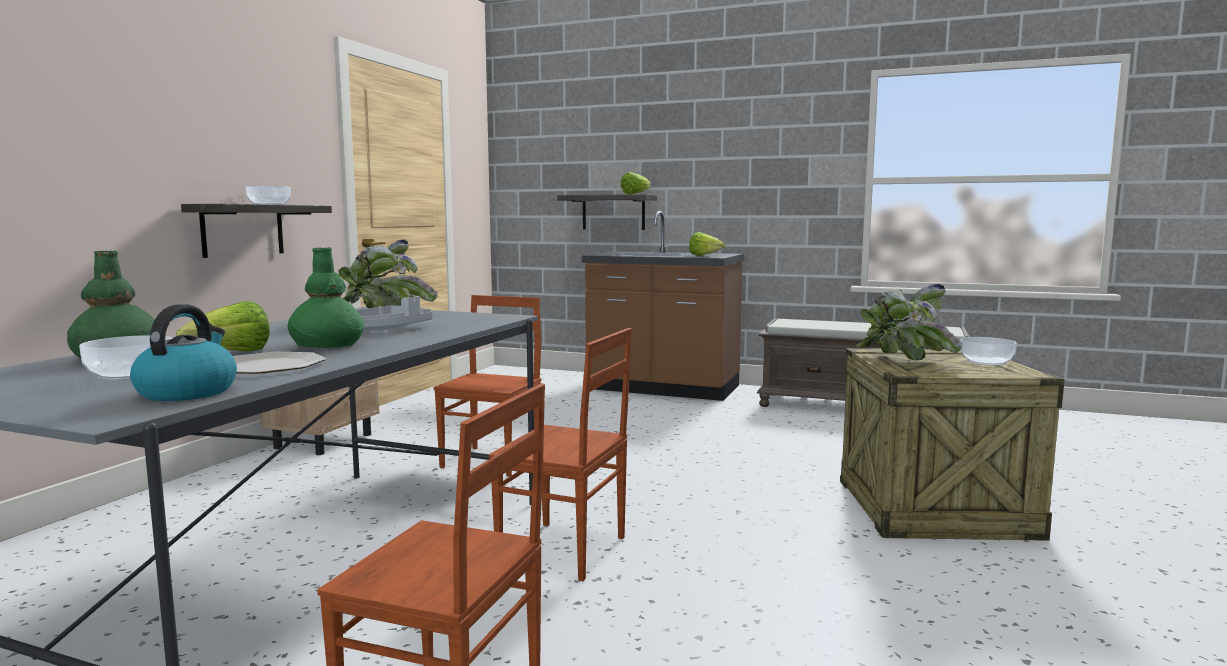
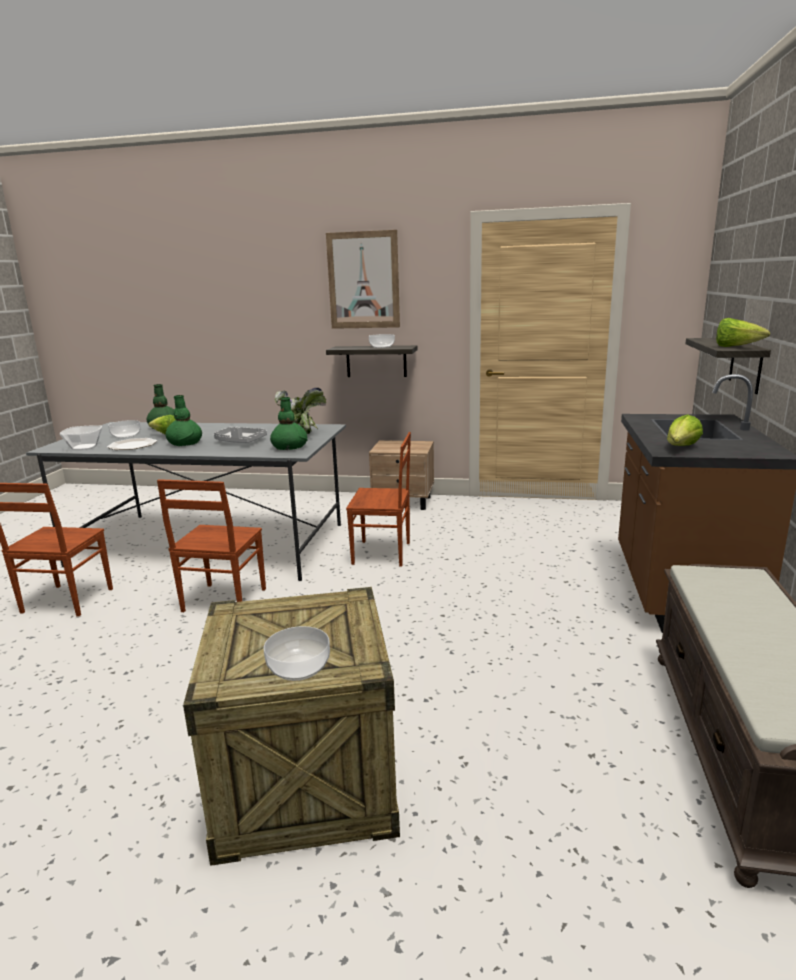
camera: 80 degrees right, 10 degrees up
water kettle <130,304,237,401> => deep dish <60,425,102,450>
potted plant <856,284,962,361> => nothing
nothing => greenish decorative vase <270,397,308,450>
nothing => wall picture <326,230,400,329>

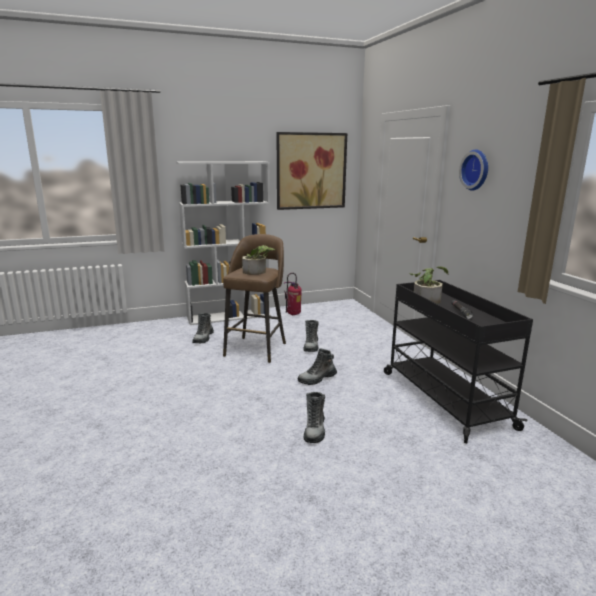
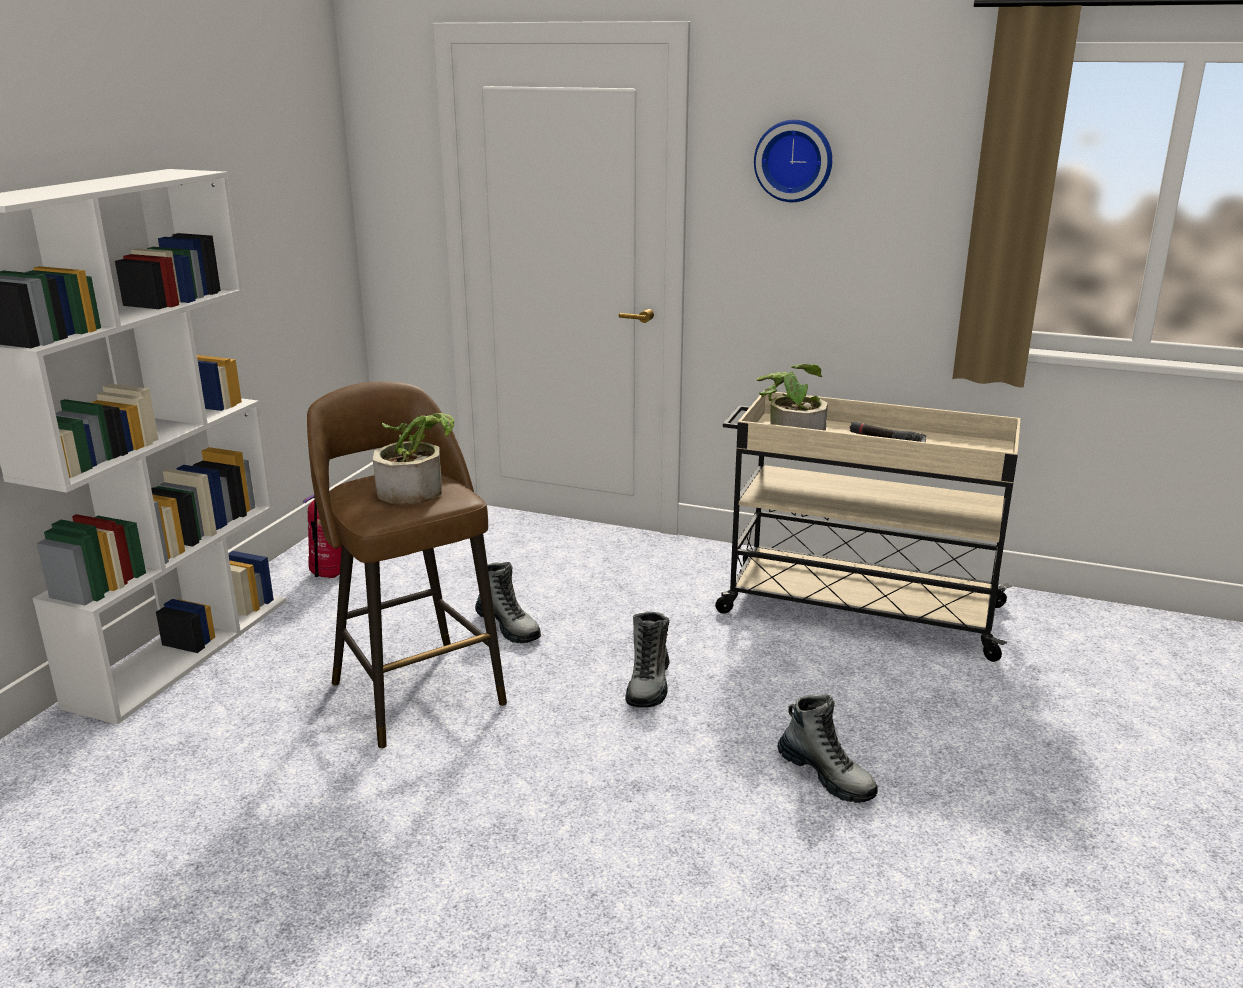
camera: 50 degrees left, 5 degrees up
high-top boot <192,313,214,343> => nothing
wall picture <277,132,347,210> => nothing
black-coloured trolley <384,280,533,443> => beige-coloured trolley <715,391,1021,662>

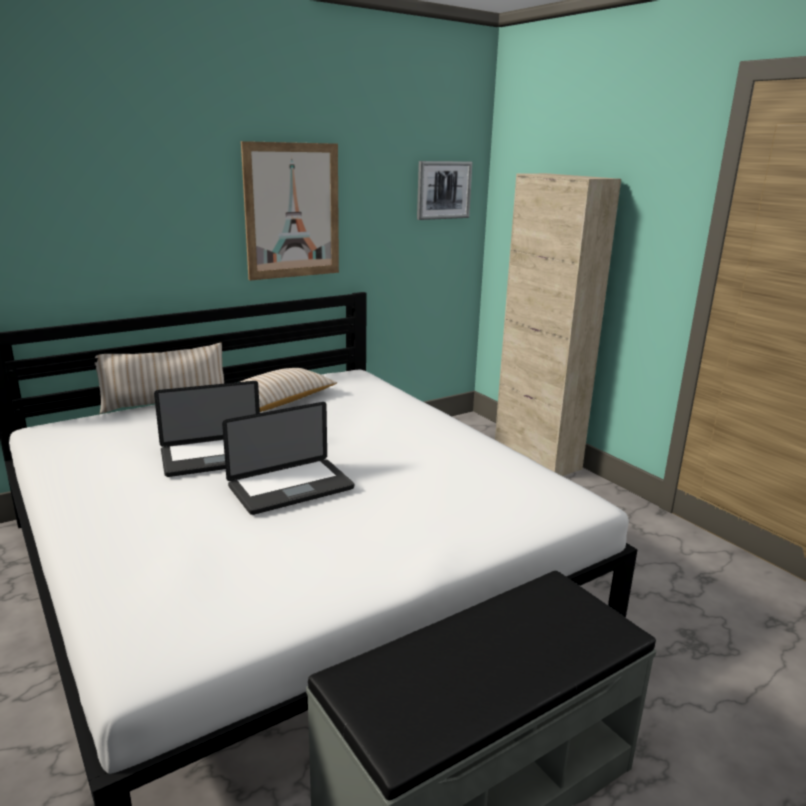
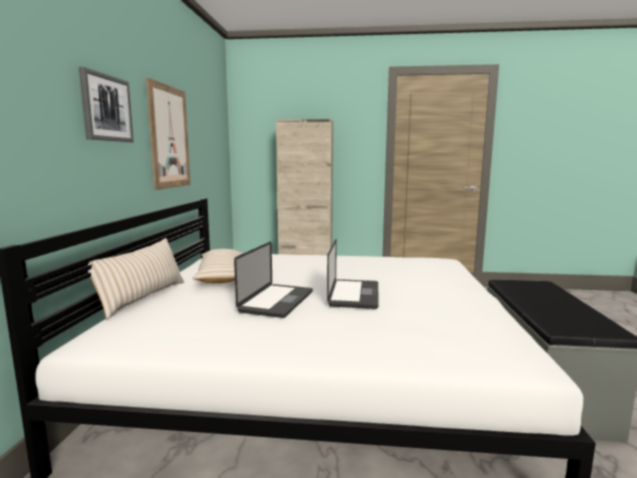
camera: 50 degrees left, 10 degrees down
wall picture <417,161,473,220> => wall picture <79,67,134,142>, relocated

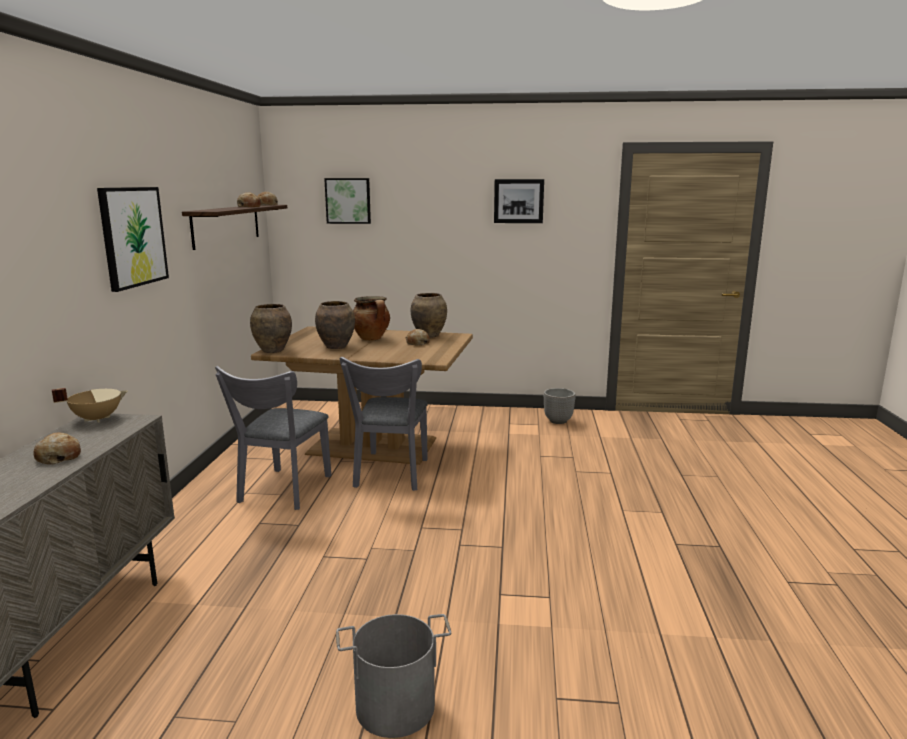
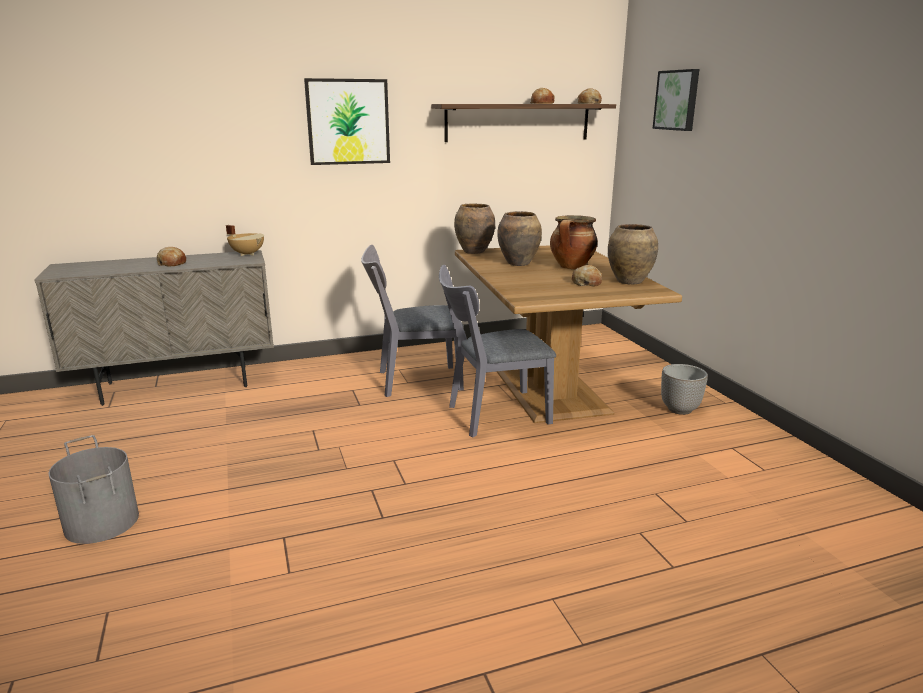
camera: 65 degrees right, 5 degrees up
wall picture <494,179,544,223> => nothing
flower pot <544,388,576,424> => flower pot <661,364,708,415>, relocated

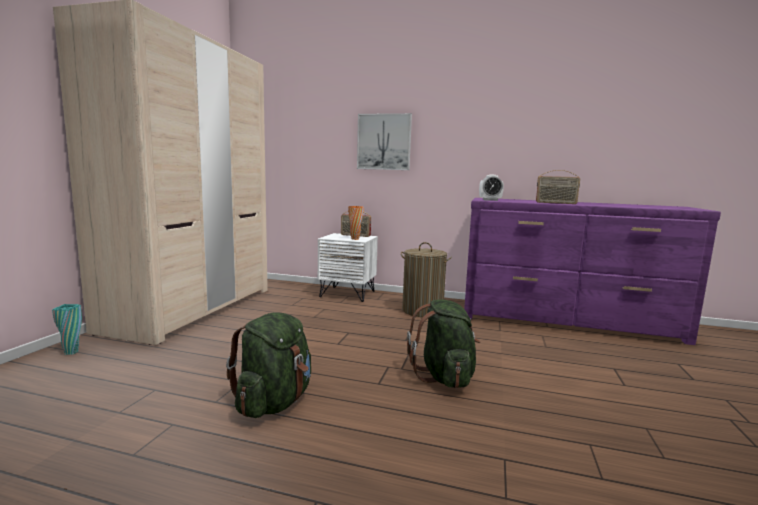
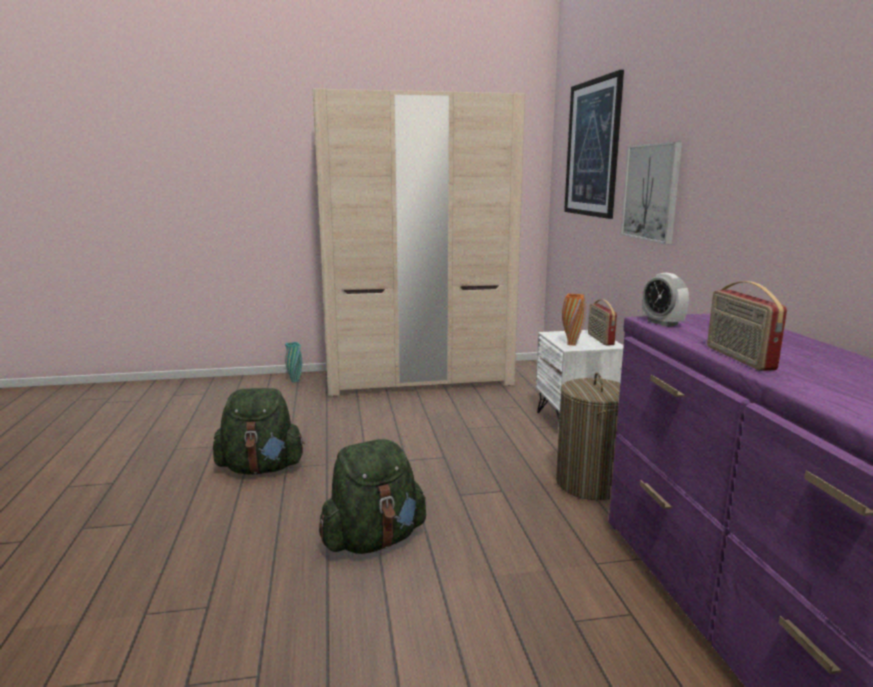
camera: 65 degrees right, 5 degrees up
nothing => wall picture <564,70,624,219>

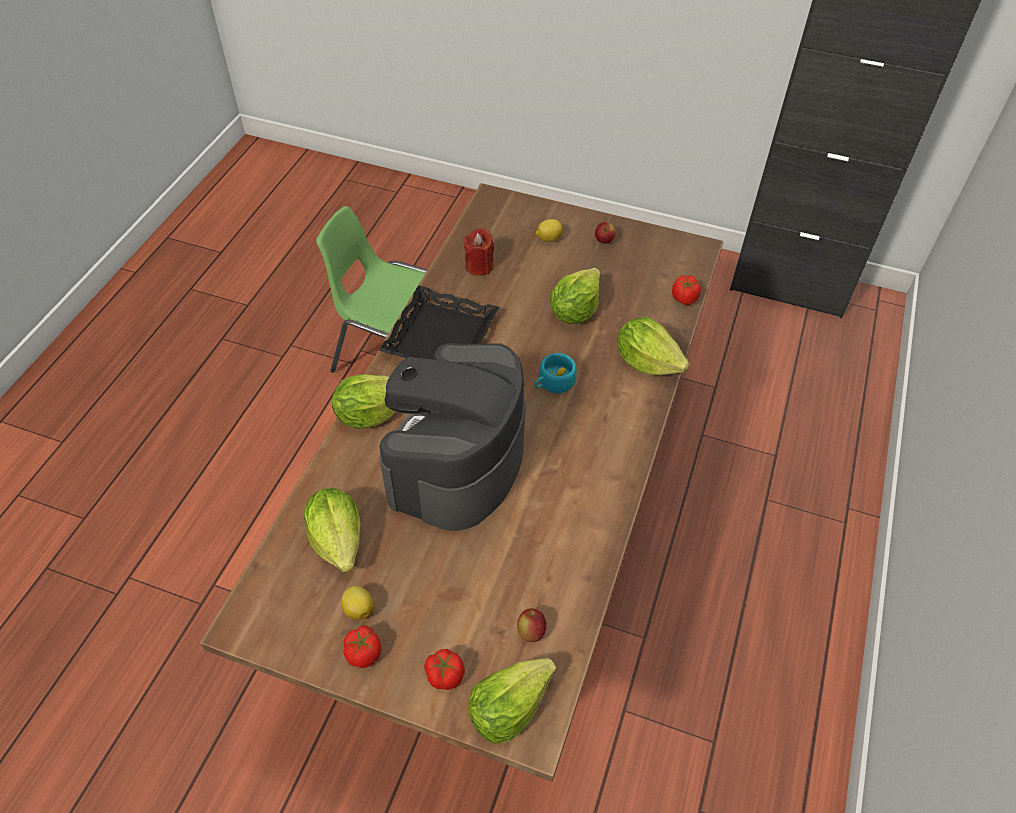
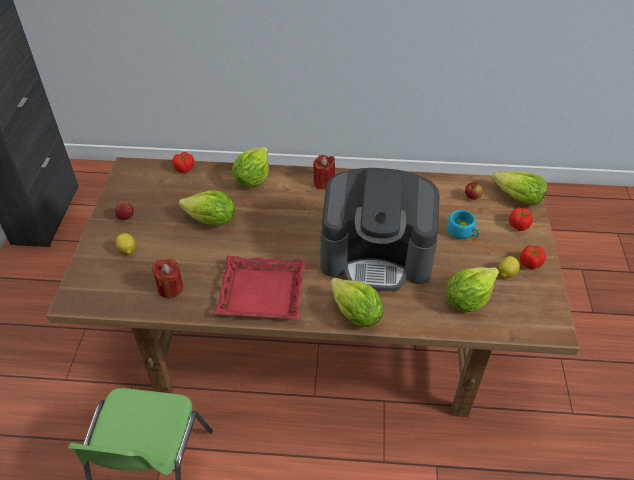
camera: 105 degrees left, 5 degrees down
black-coloured serving tray <379,285,499,359> => red-coloured serving tray <214,256,306,319>
blue-green drinking cup <534,353,576,393> => blue-green drinking cup <446,210,480,239>, relocated
nothing => red-coloured candle <313,155,335,189>

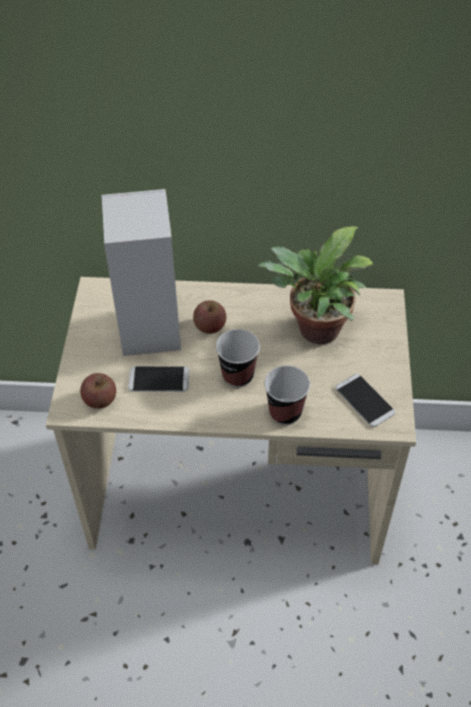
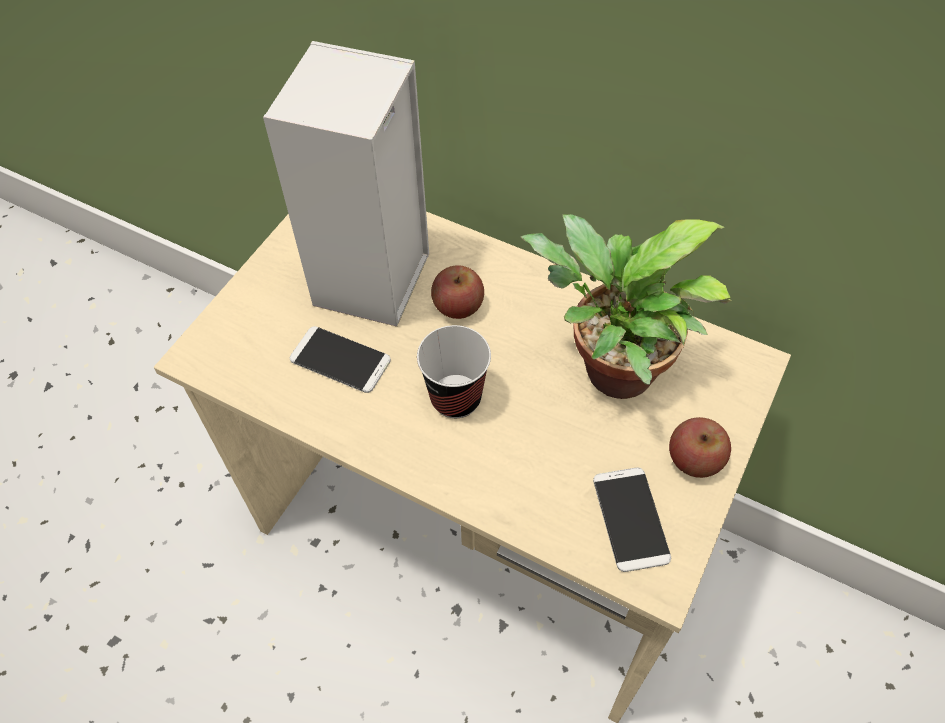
camera: 25 degrees right, 5 degrees up
apple <80,373,116,409> => apple <669,417,731,478>, relocated
drinking cup <264,366,310,425> => nothing

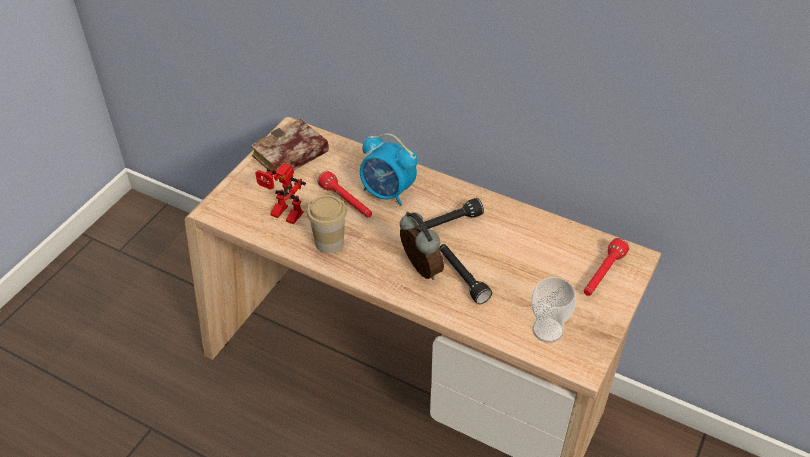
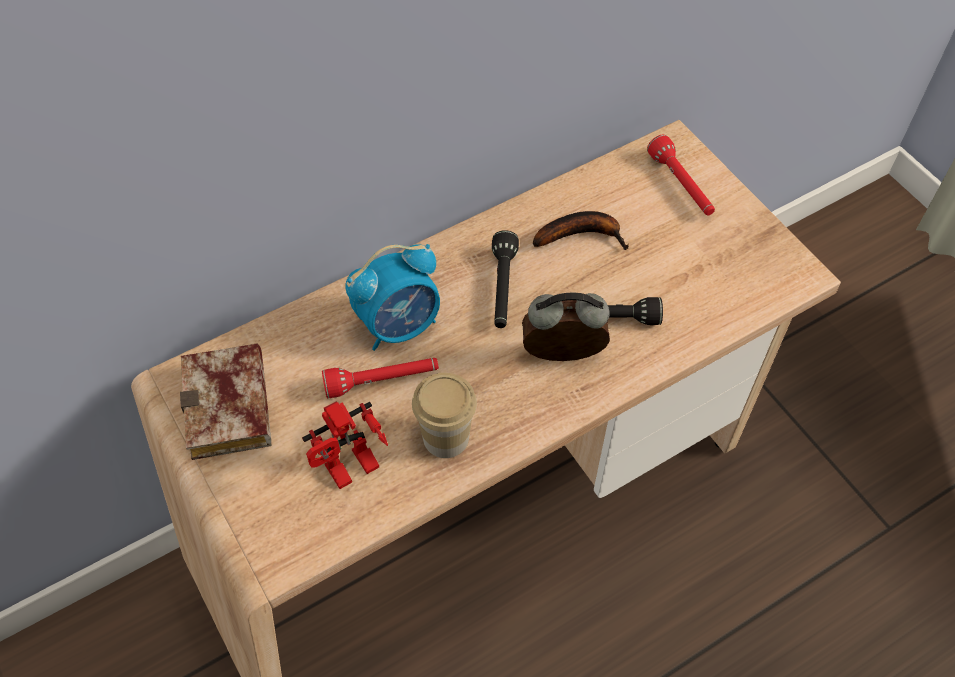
camera: 60 degrees left, 10 degrees up
drinking cup <531,277,576,343> => nothing
nothing => whole banana <533,211,629,250>

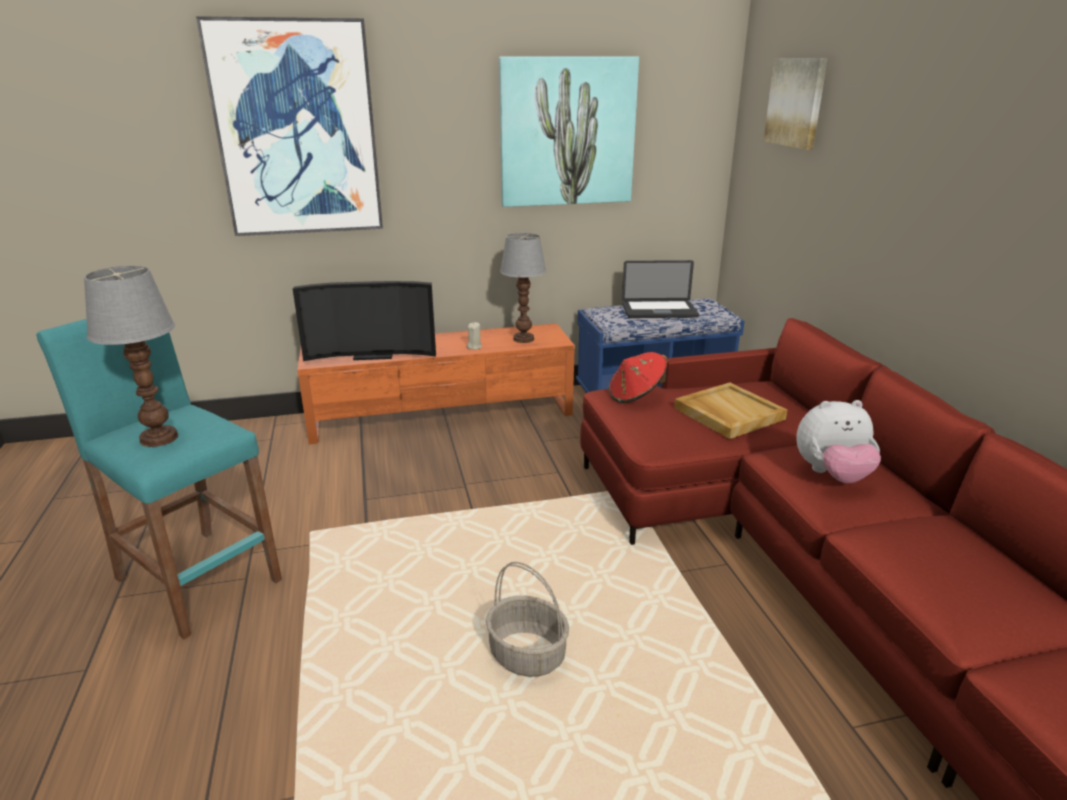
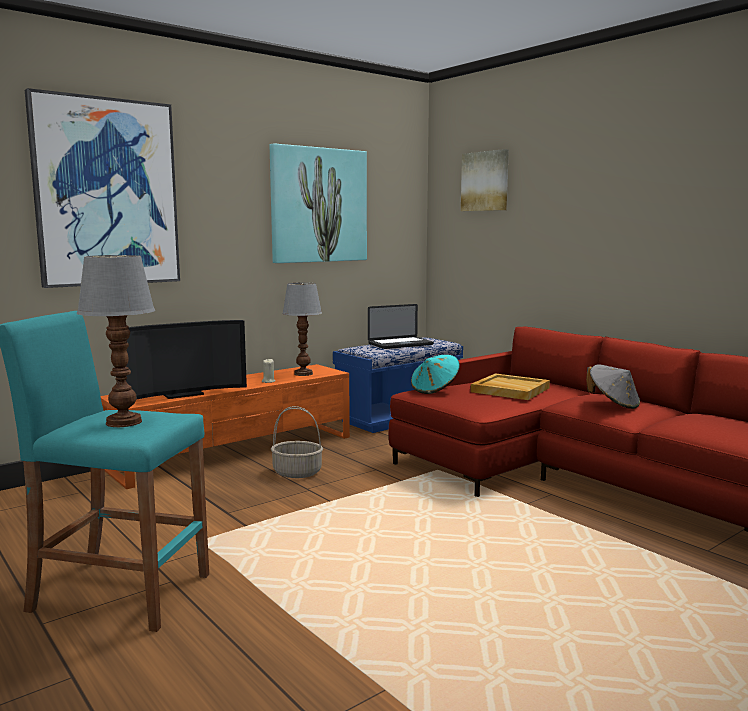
camera: 25 degrees left, 15 degrees down
basket <486,562,569,677> => basket <271,406,323,478>, relocated
red-coloured clothing hat <609,352,667,403> => blue-green clothing hat <411,355,460,394>
cuddly toy <796,400,881,483> => gray clothing hat <586,364,640,409>

